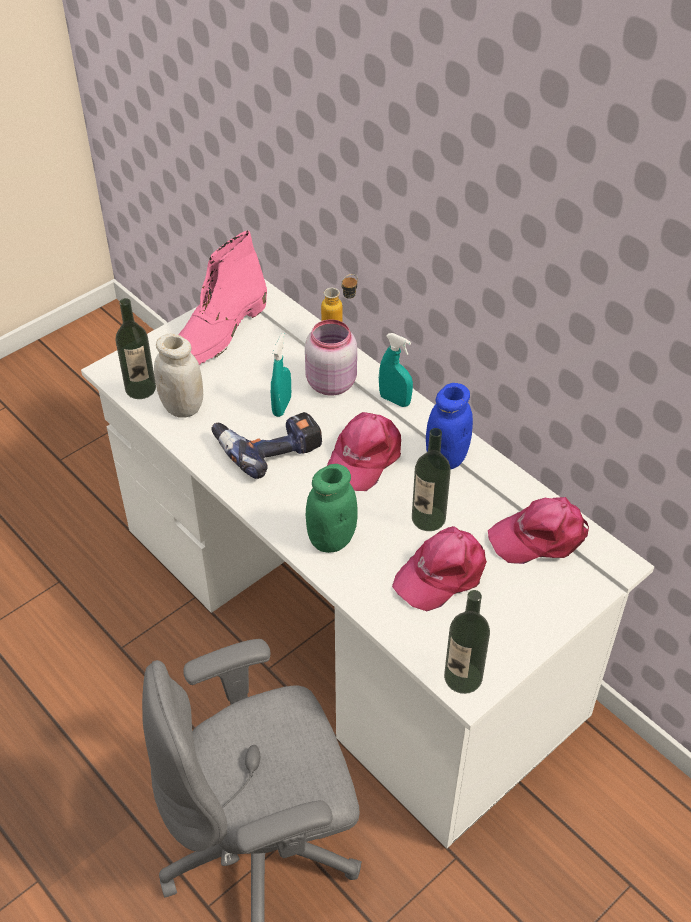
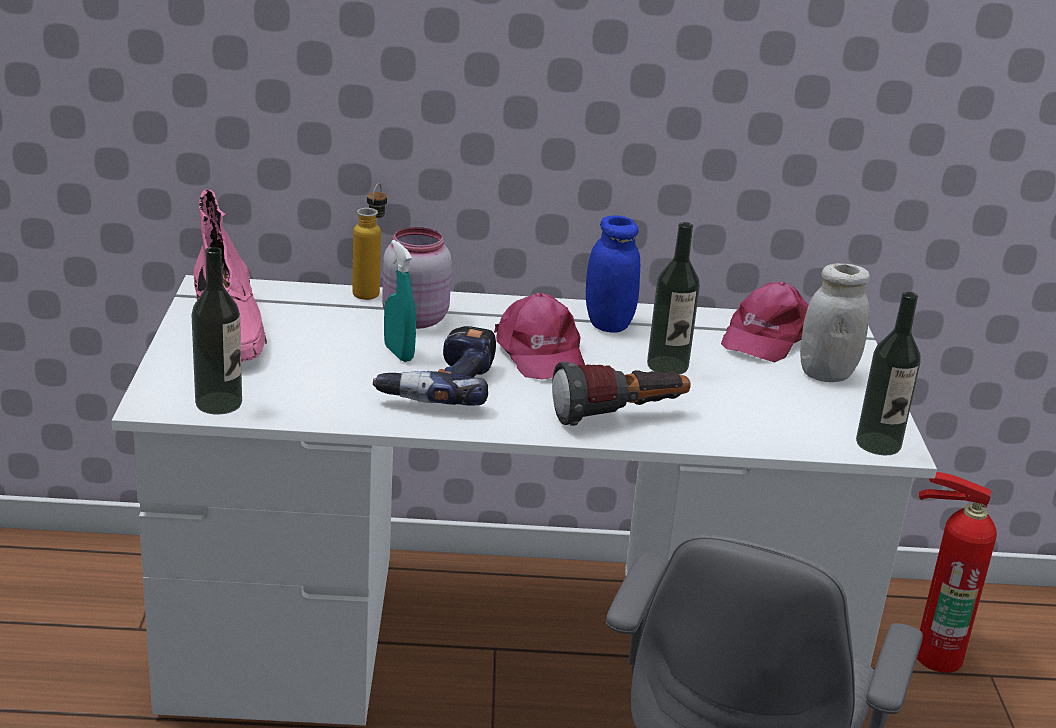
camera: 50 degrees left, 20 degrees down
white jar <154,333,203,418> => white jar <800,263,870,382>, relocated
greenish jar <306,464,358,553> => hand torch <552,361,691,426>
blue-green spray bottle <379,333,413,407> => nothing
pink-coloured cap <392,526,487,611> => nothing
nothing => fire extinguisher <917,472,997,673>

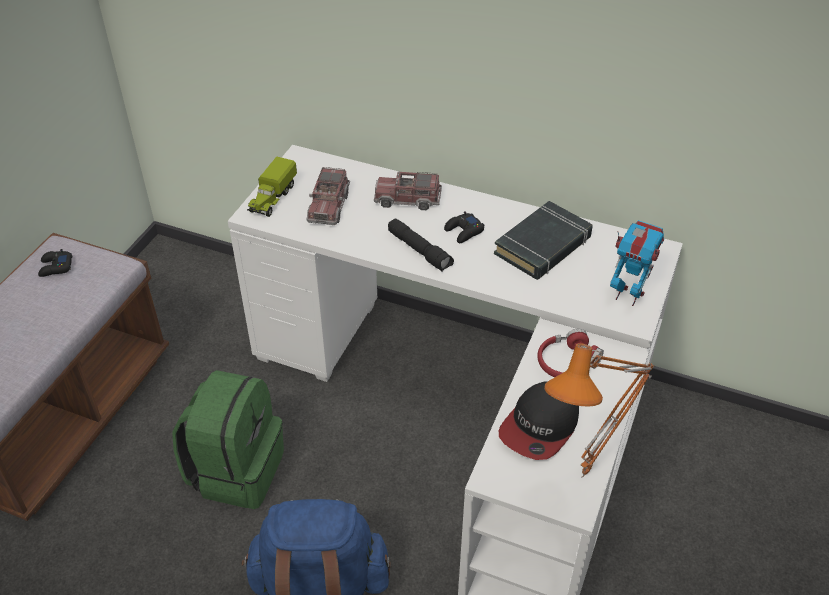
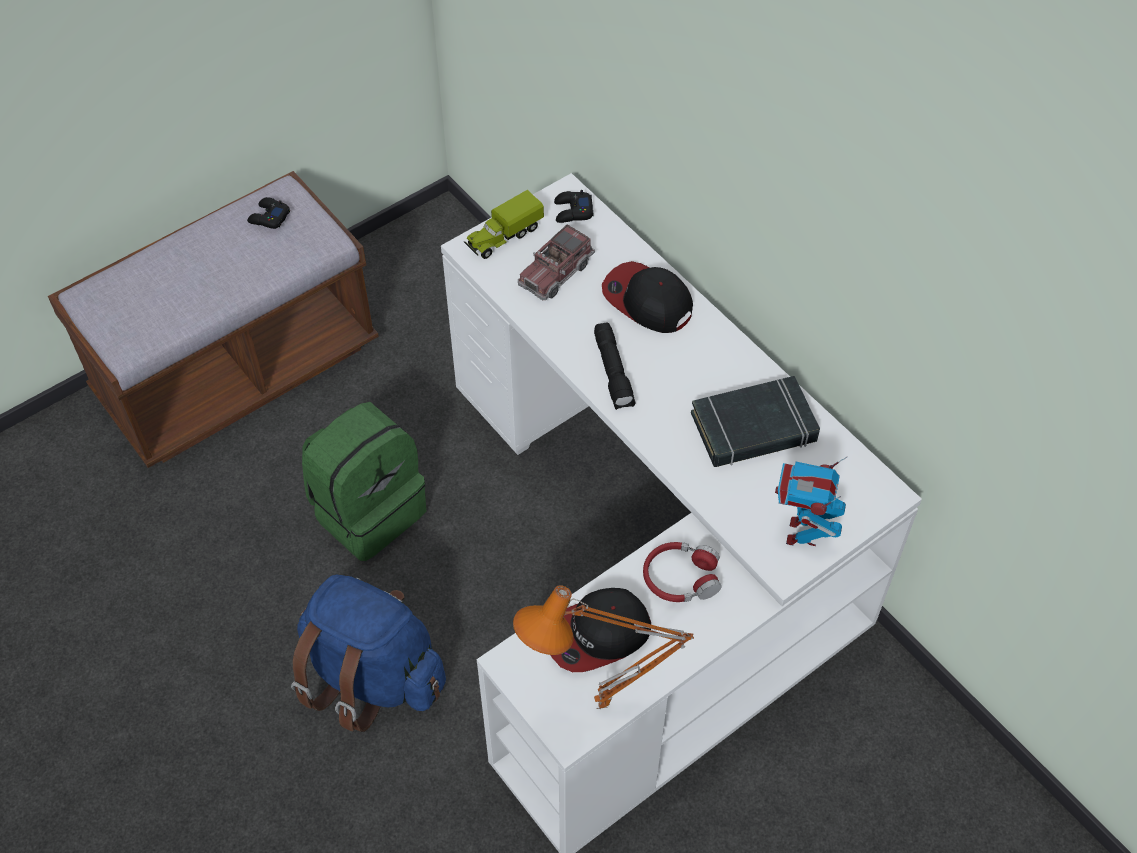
camera: 30 degrees right, 10 degrees up
toy truck <374,171,442,210> => cap <602,261,693,333>
black-coloured game controller <444,211,484,243> => black-coloured game controller <554,190,593,223>, relocated
toy robot <610,220,664,306> => toy robot <775,456,848,546>, 135 degrees counterclockwise

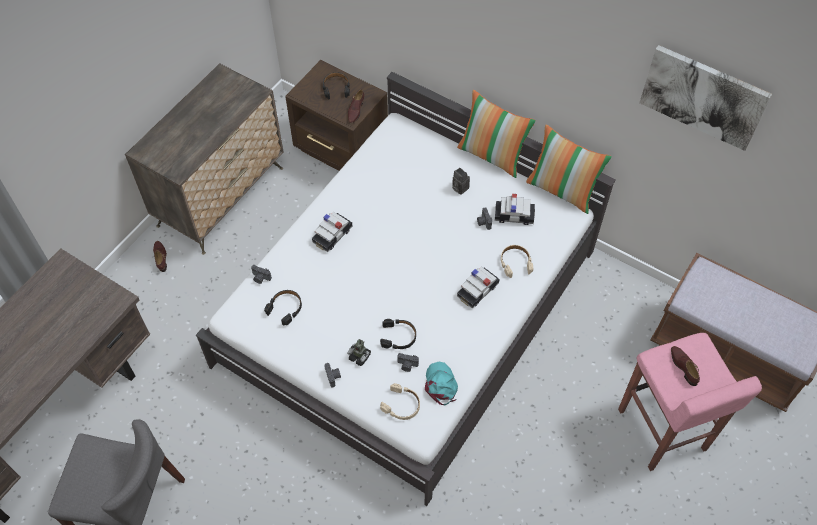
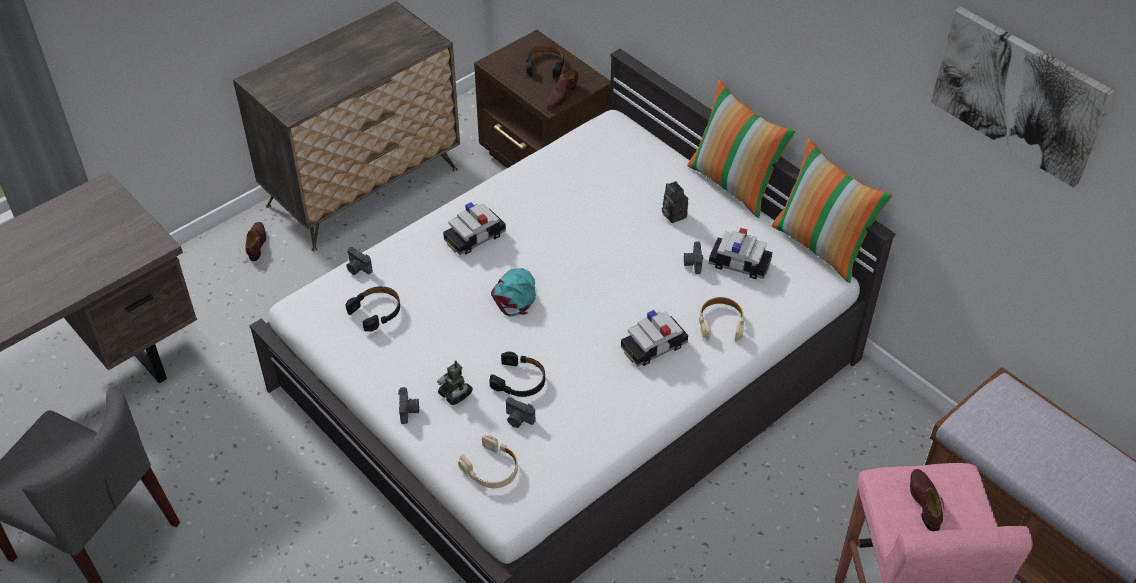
camera: 15 degrees right, 10 degrees down
blue-green cap <425,362,458,405> => blue-green cap <491,268,536,317>, relocated

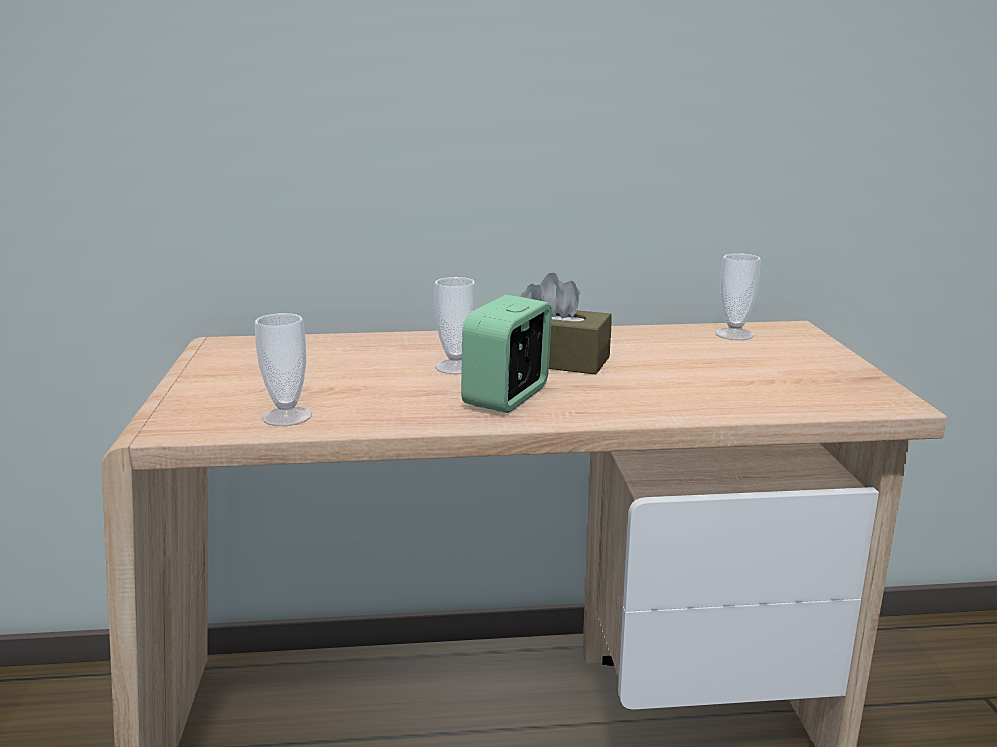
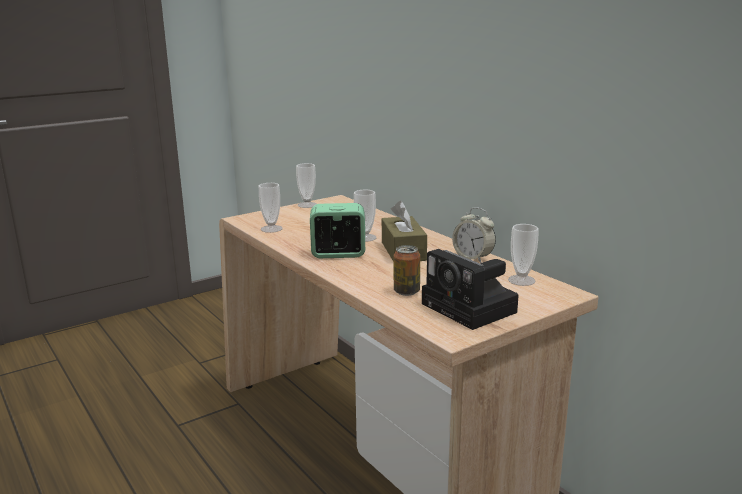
camera: 60 degrees right, 0 degrees up
nothing => drinking cup <296,163,316,208>
nothing => metal can <394,245,420,296>
nothing => photo camera <422,249,518,330>
nothing => alarm clock <452,207,496,263>

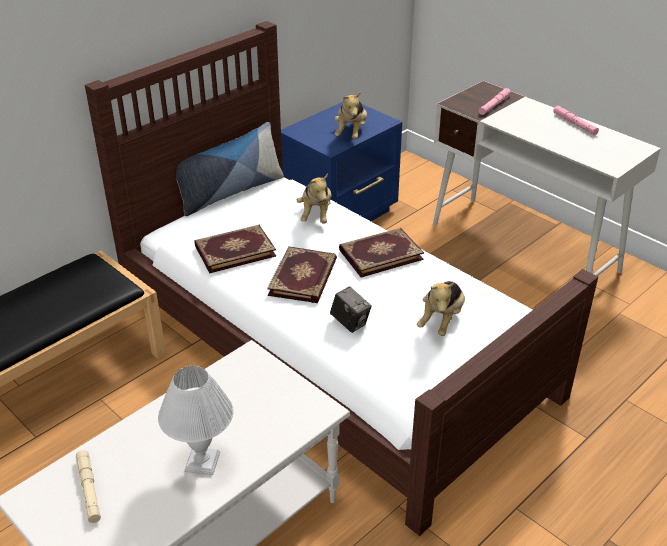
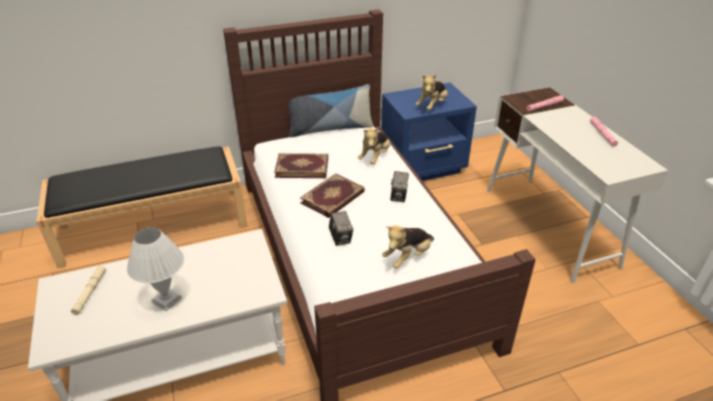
camera: 25 degrees right, 0 degrees up
volume <339,228,424,278> => photo camera <390,171,409,202>

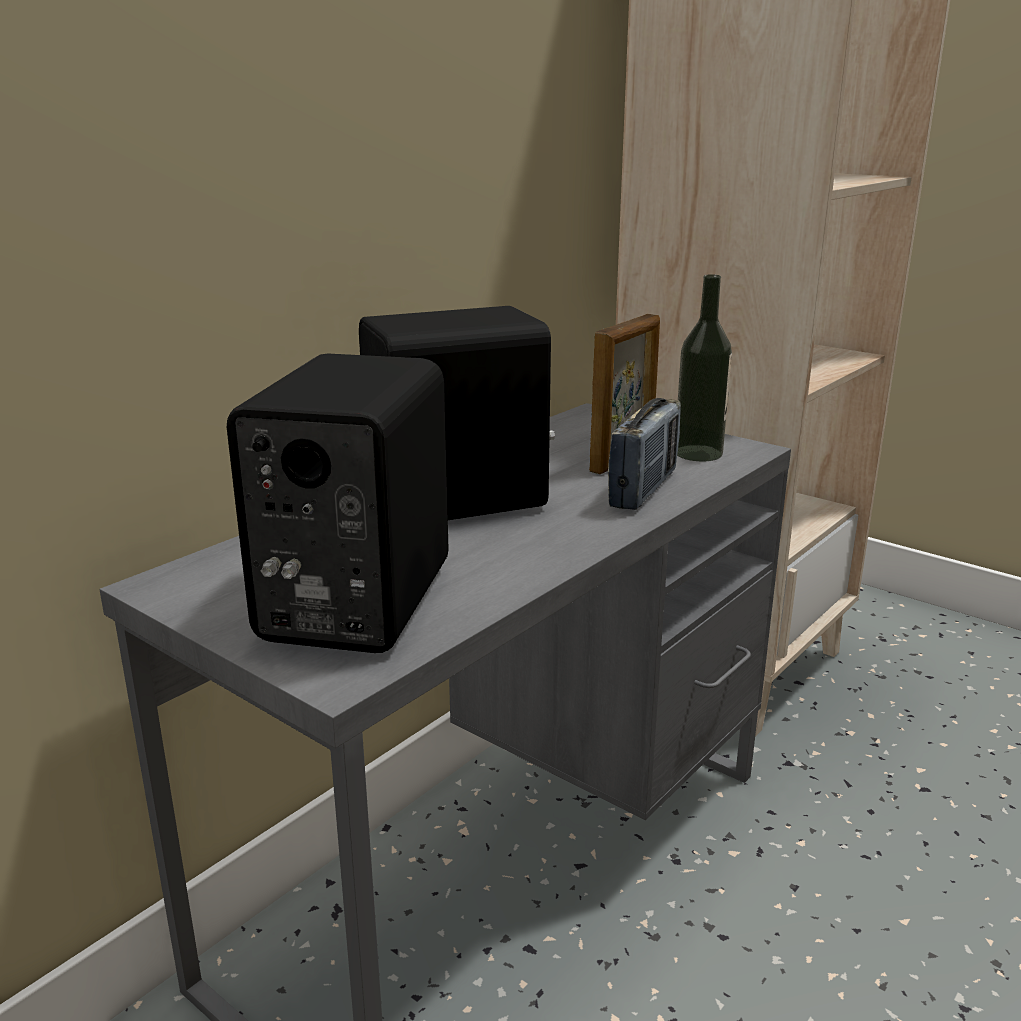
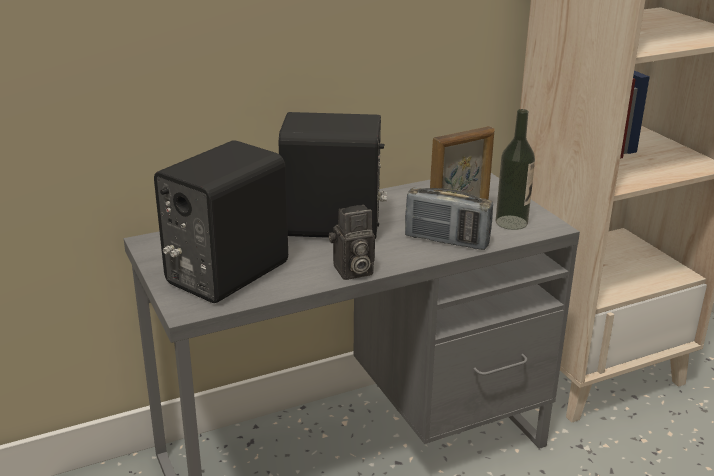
camera: 25 degrees right, 5 degrees up
radio set <608,398,681,510> => radio set <405,187,493,250>, 60 degrees clockwise
nothing => photo camera <329,205,375,280>

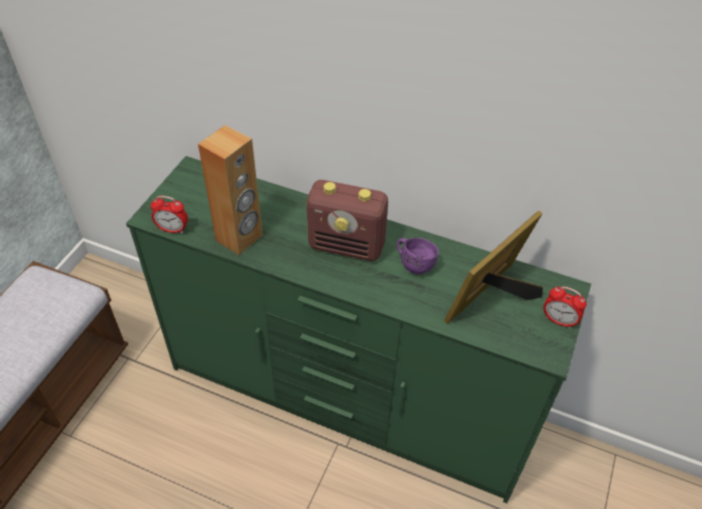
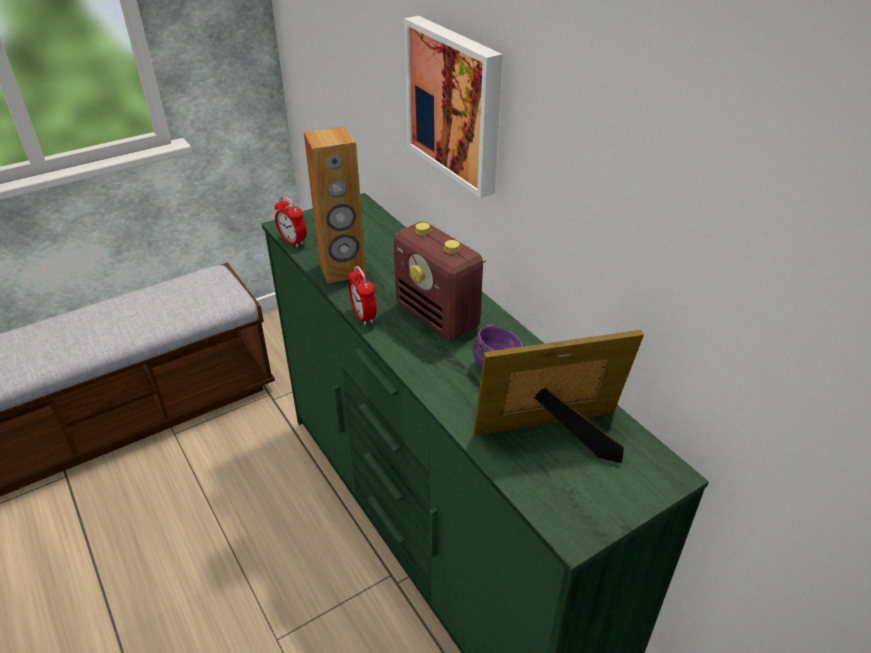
camera: 35 degrees right, 10 degrees down
alarm clock <543,286,587,329> => alarm clock <348,266,377,326>, relocated
nothing => wall picture <404,16,503,198>

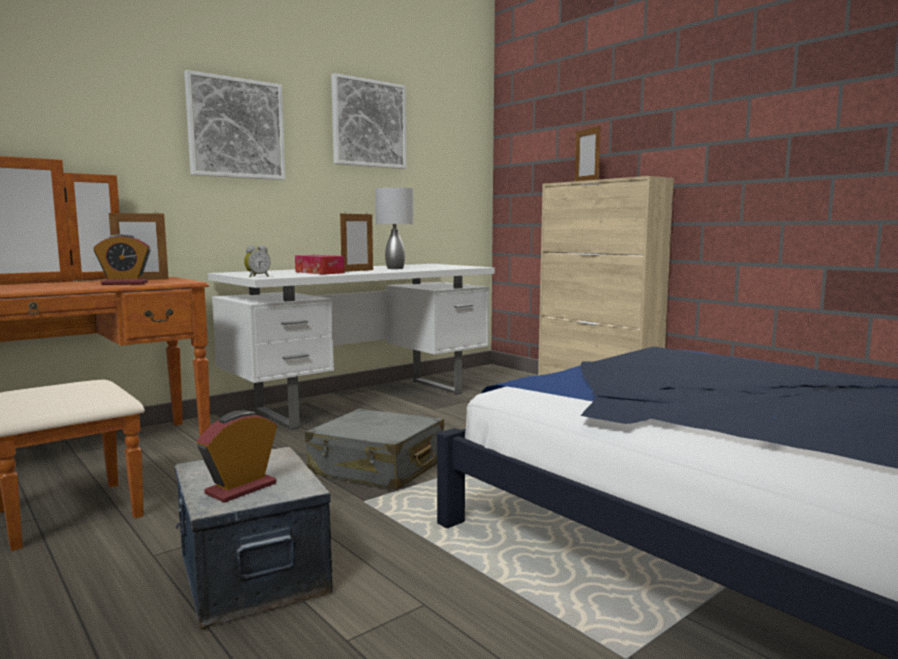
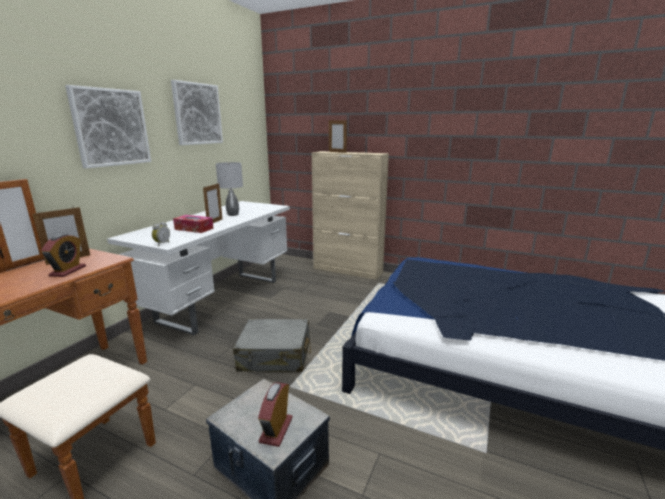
camera: 25 degrees left, 10 degrees up
alarm clock <93,234,151,285> => alarm clock <41,234,86,277>, 45 degrees counterclockwise

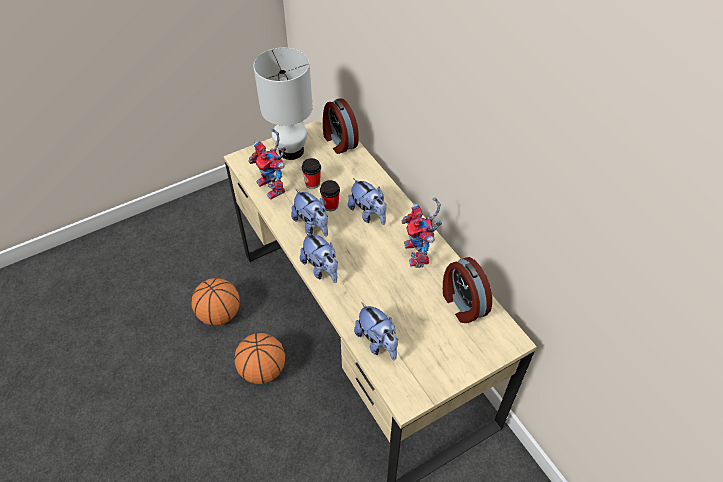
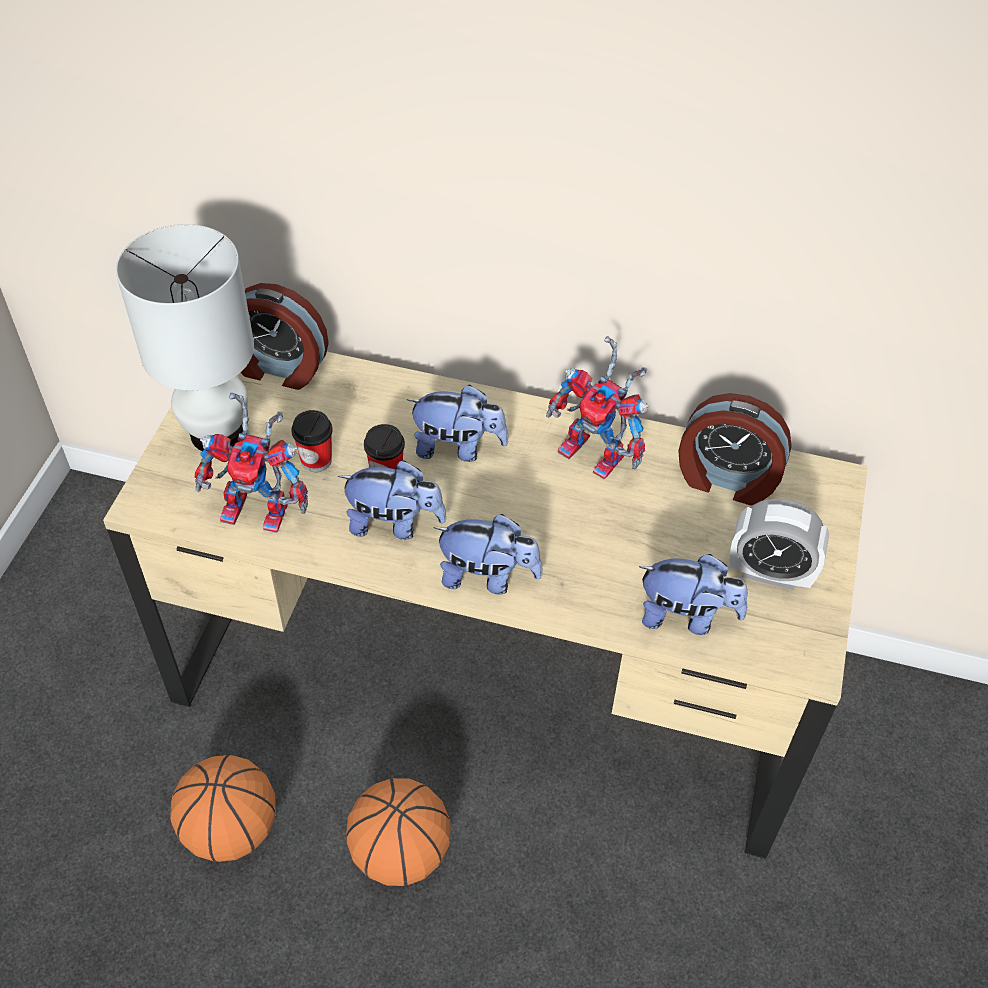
camera: 45 degrees left, 0 degrees up
nothing => alarm clock <730,499,829,590>

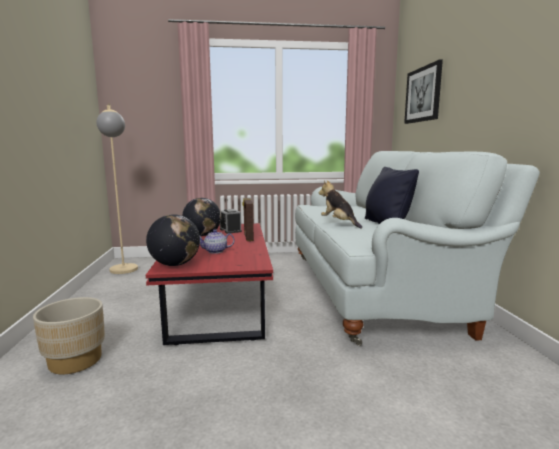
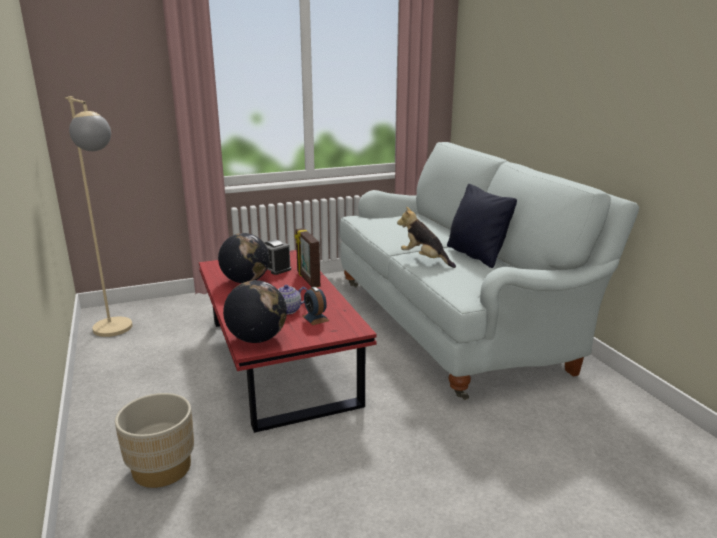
camera: 15 degrees left, 10 degrees up
wall picture <404,60,443,124> => nothing
nothing => alarm clock <302,287,329,325>

